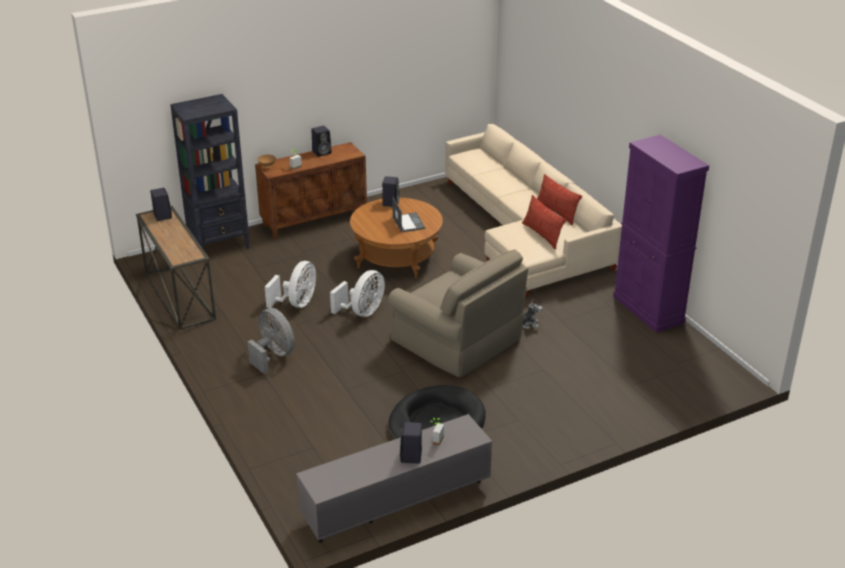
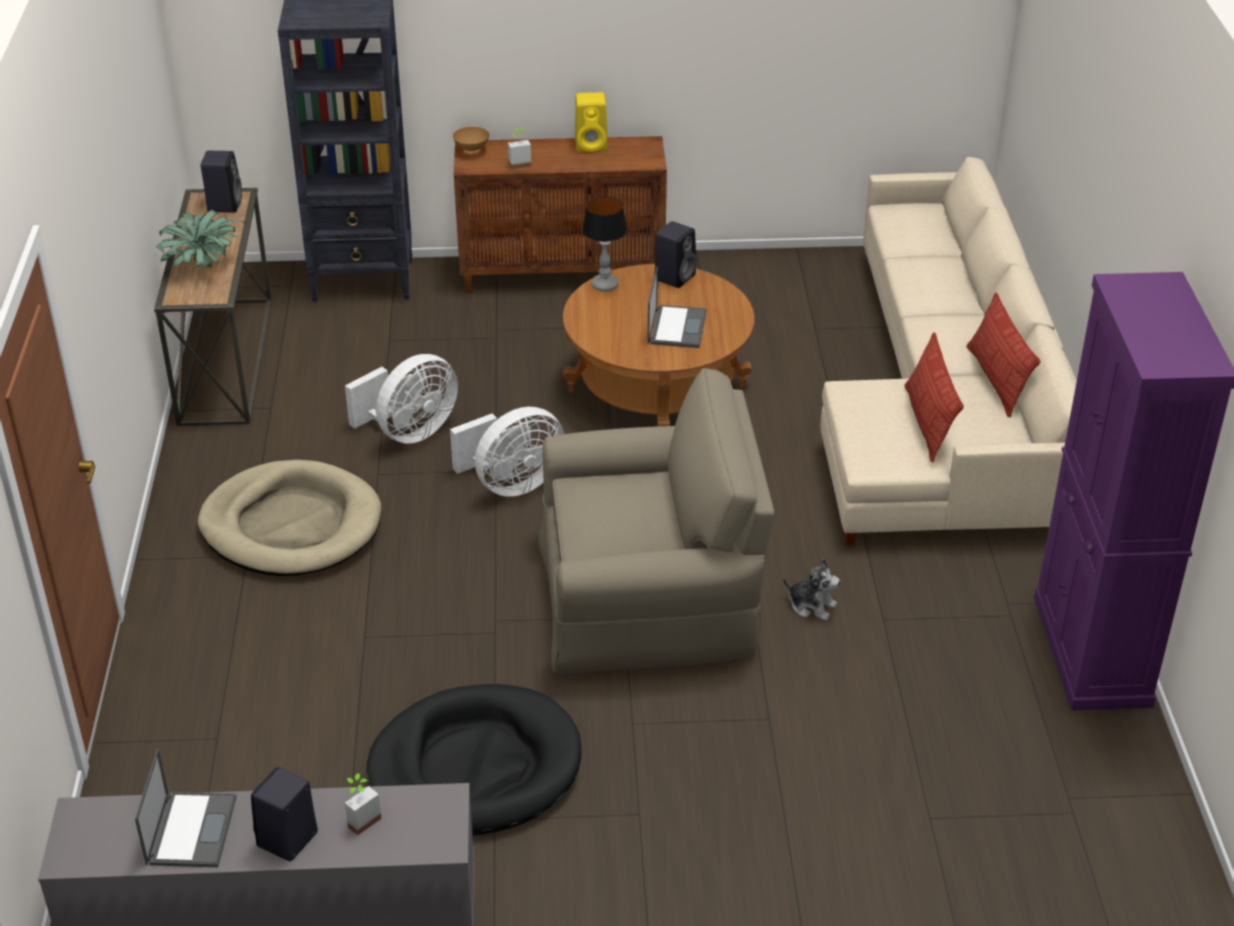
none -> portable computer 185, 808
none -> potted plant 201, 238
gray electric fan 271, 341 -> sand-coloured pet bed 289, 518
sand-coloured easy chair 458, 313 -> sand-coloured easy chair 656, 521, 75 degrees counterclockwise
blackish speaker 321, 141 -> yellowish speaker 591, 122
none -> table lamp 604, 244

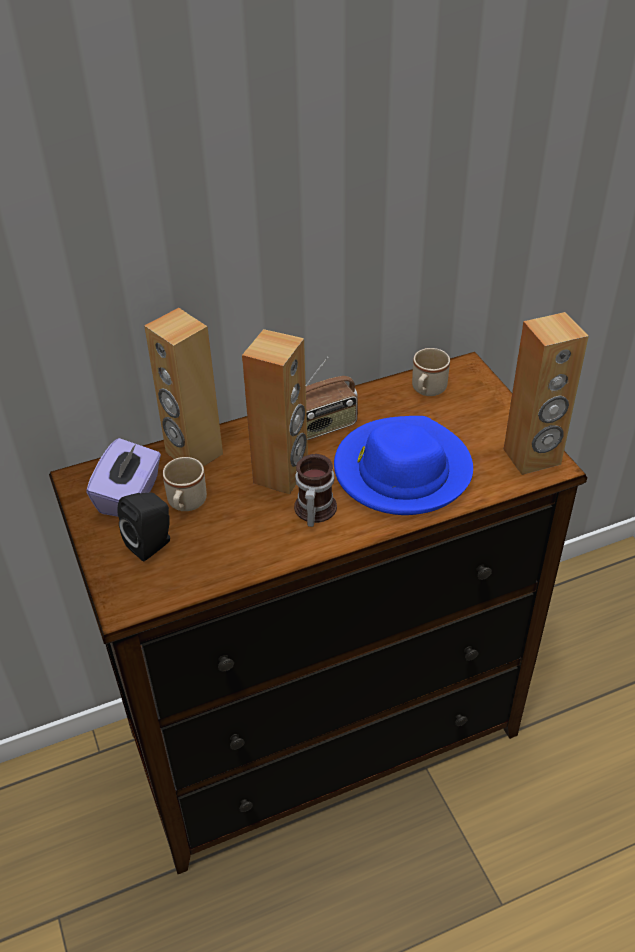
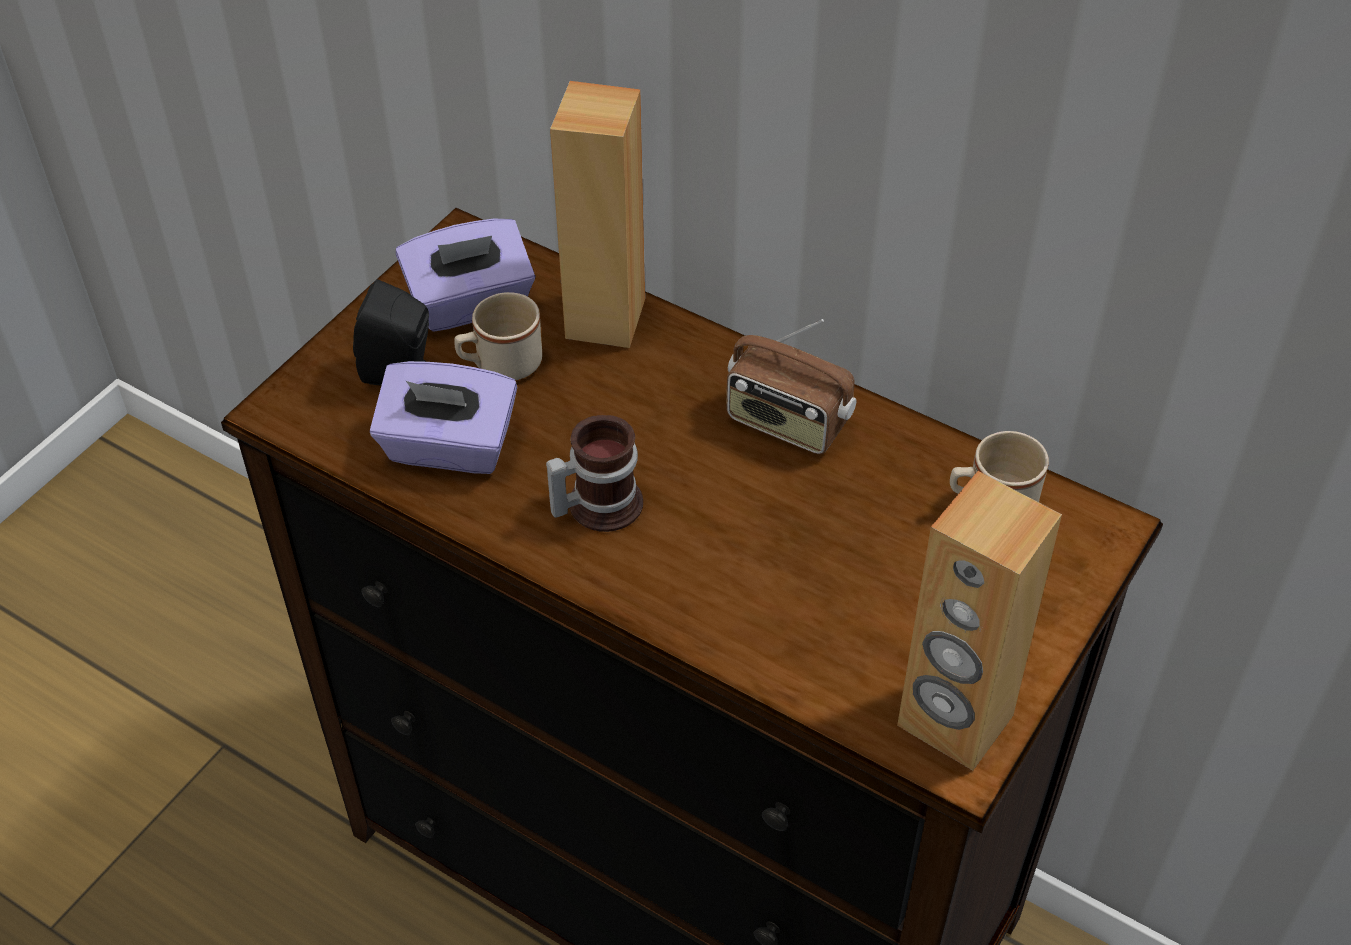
none -> purple box of tissues 443, 417
brownish speaker 275, 411 -> none
blue wearable hat 403, 465 -> none

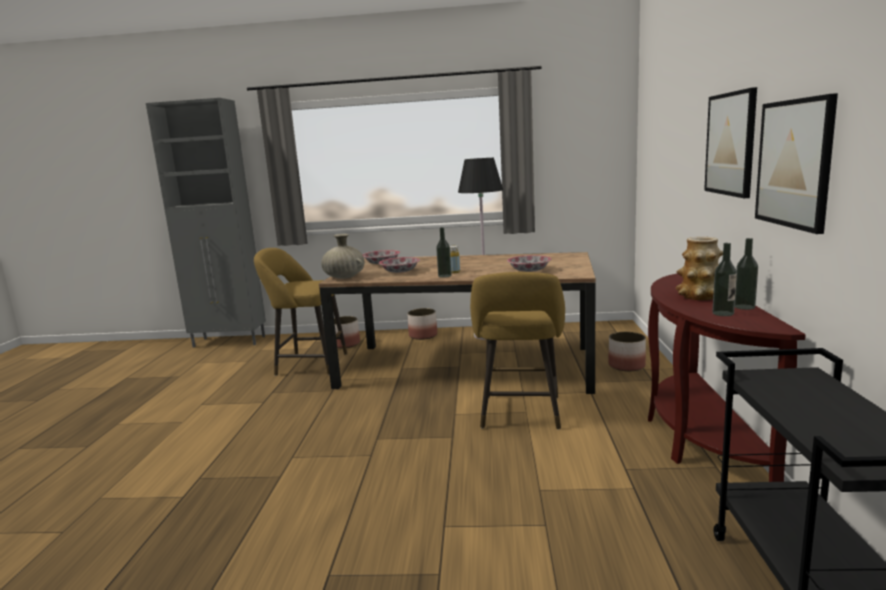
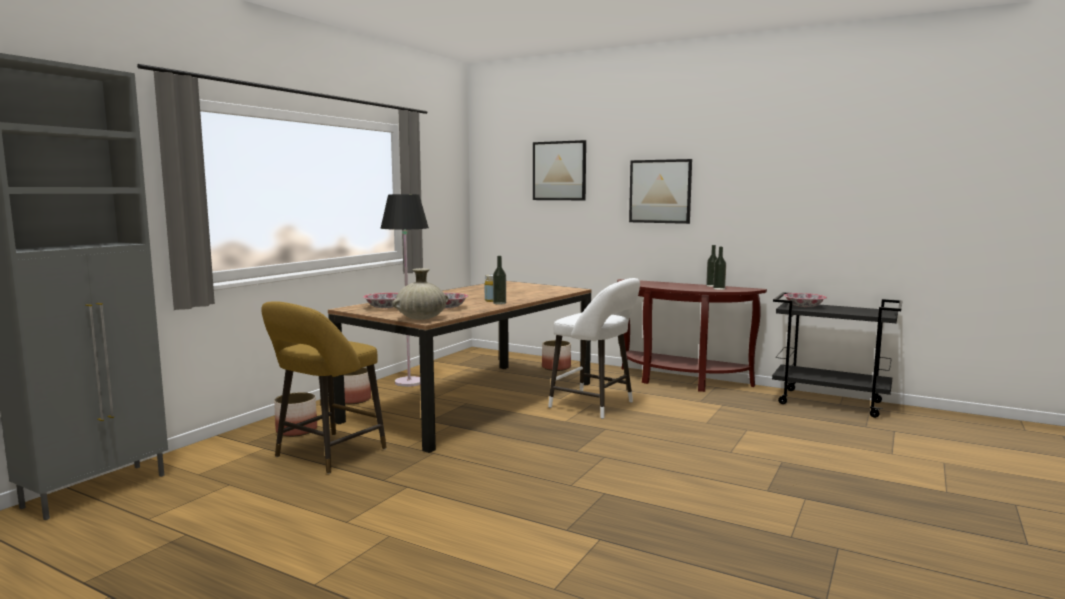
picture 796, 163 -> picture 559, 170, relocated
yellowish stool seat 517, 351 -> white stool seat 594, 348
deep dish 529, 263 -> deep dish 805, 300, relocated
decorative vase 699, 268 -> none

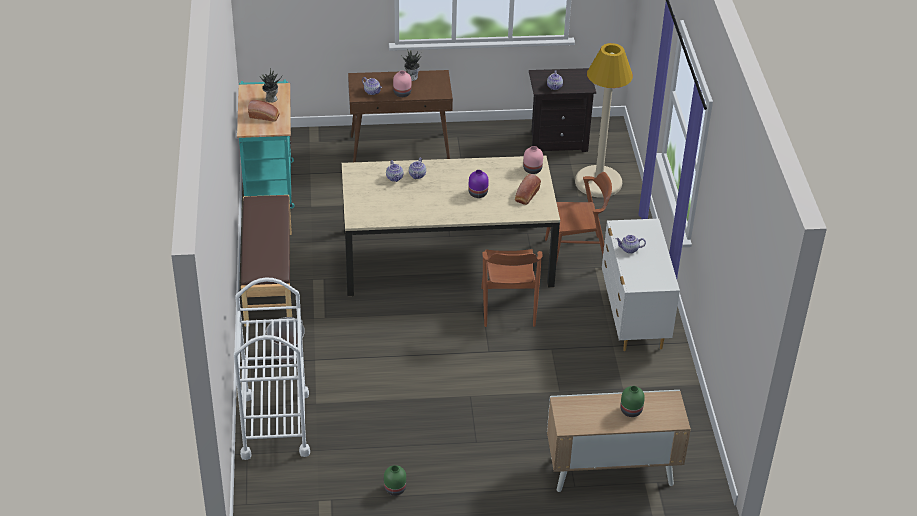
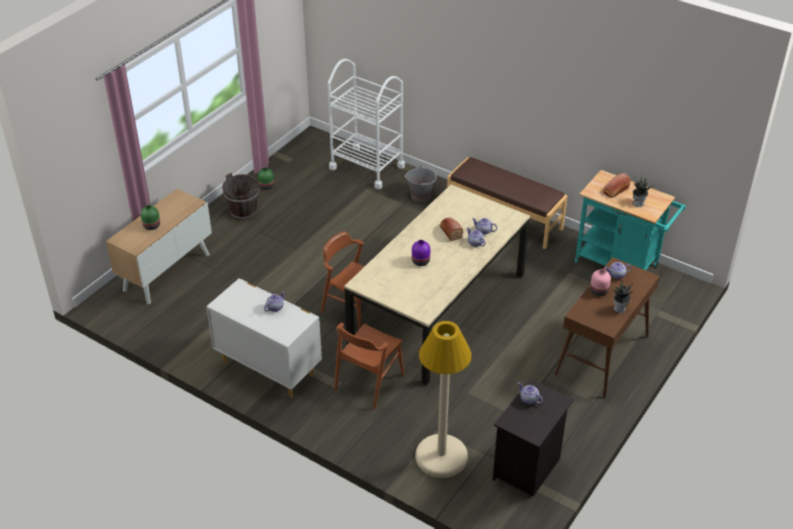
none -> brownish pail 240, 196
baked bread 528, 189 -> baked bread 451, 229, relocated
pink decorative vase 533, 160 -> none

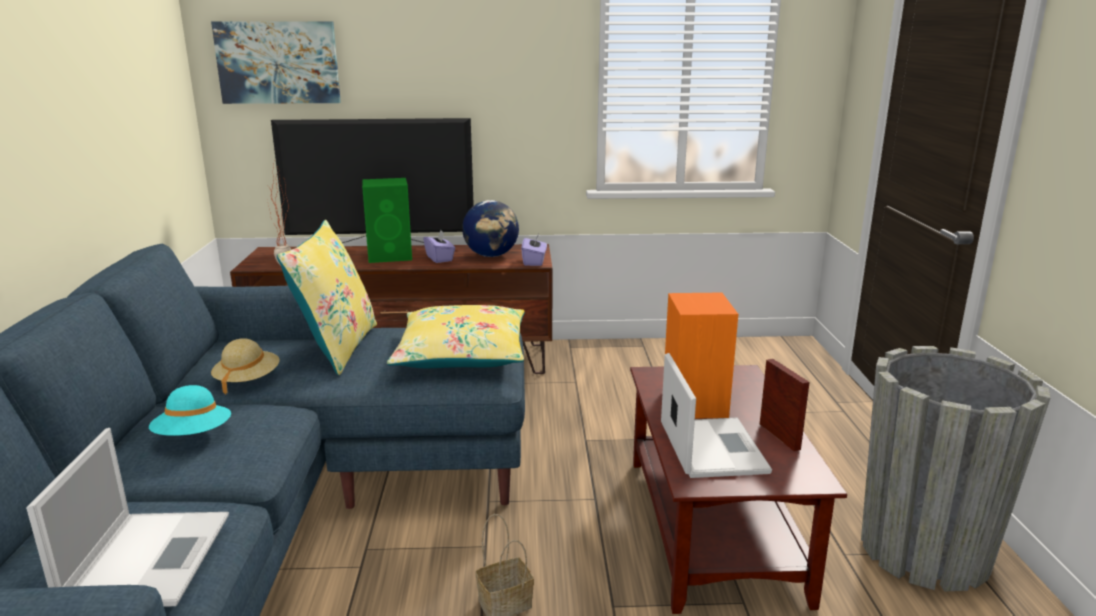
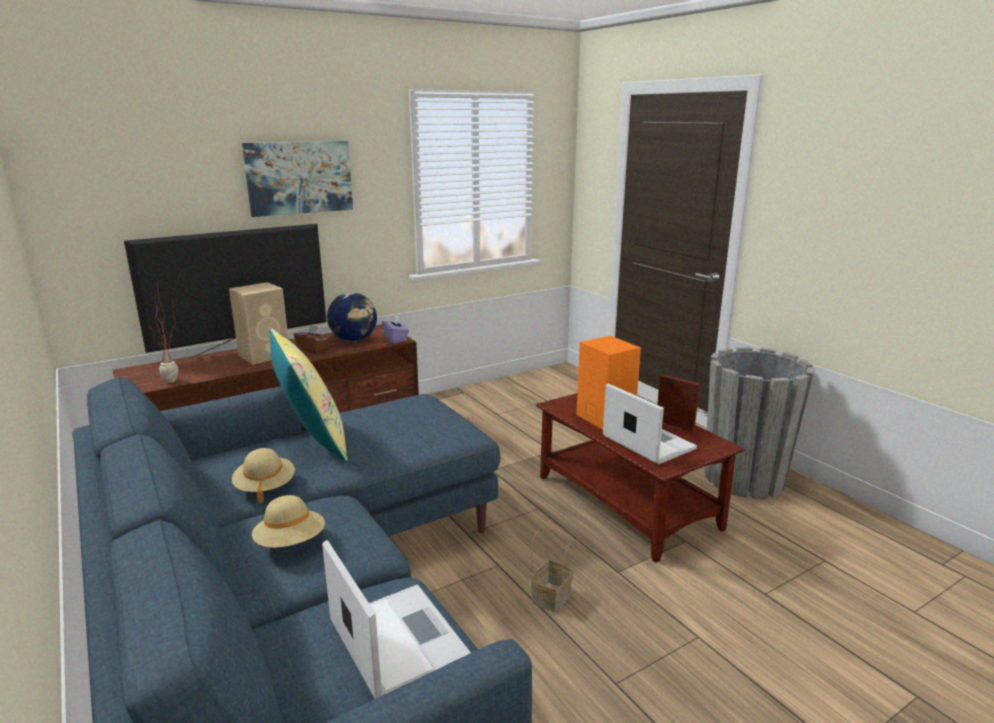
green-coloured speaker 387, 220 -> sand-coloured speaker 259, 323
picture 276, 63 -> picture 297, 179, relocated
turquoise wearable hat 190, 410 -> sand-coloured wearable hat 288, 521
purple box of tissues 439, 246 -> brownish box of tissues 312, 339
yellowish cushion 456, 336 -> none

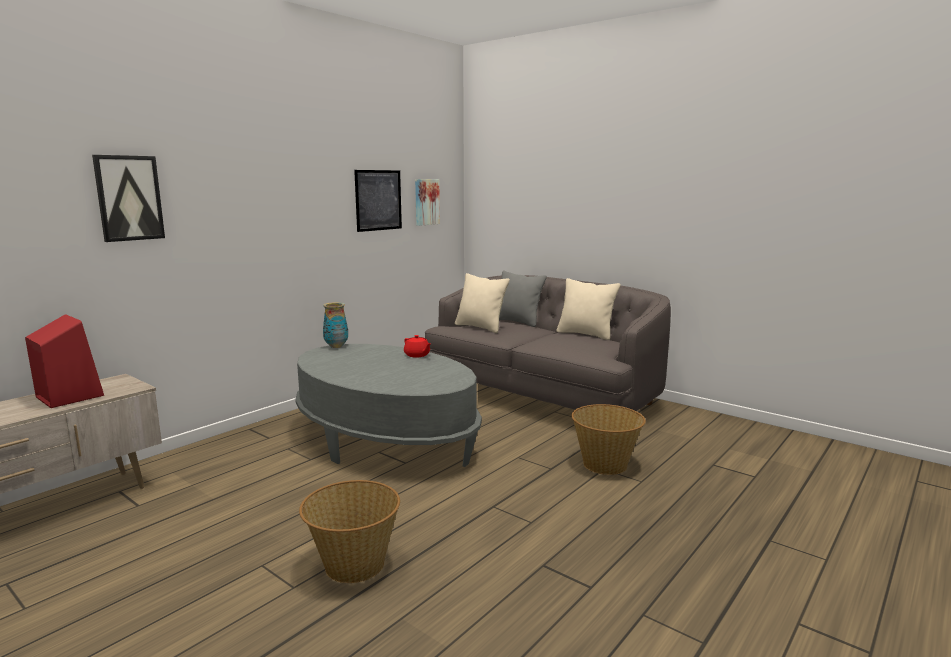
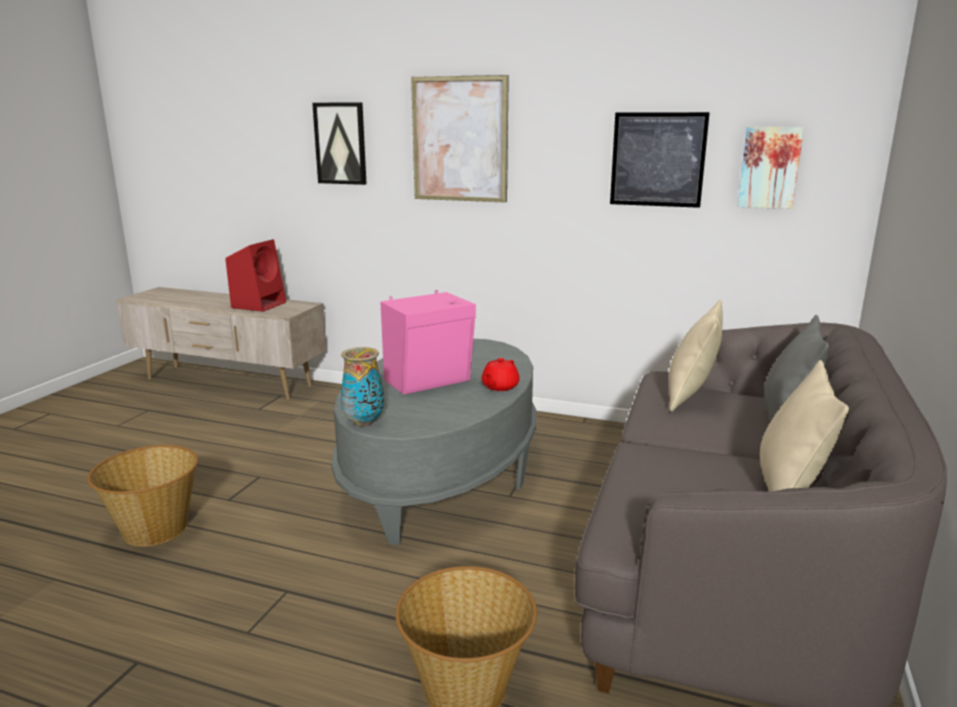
decorative vase 335, 325 -> decorative vase 362, 386, relocated
none -> pink speaker 428, 342
none -> picture 460, 139

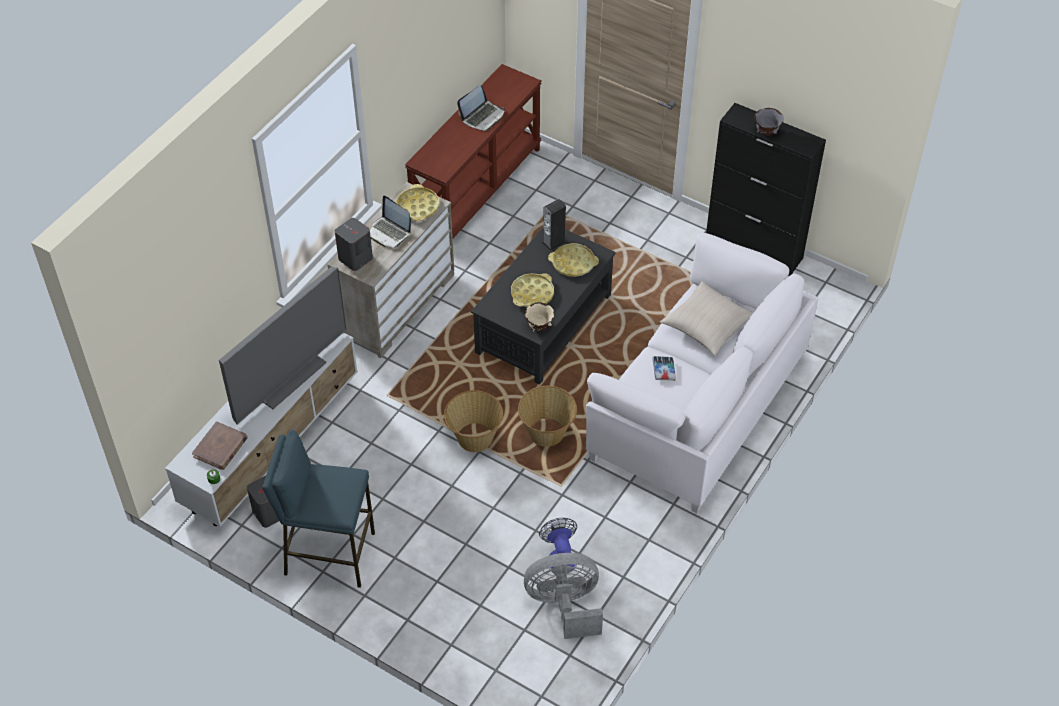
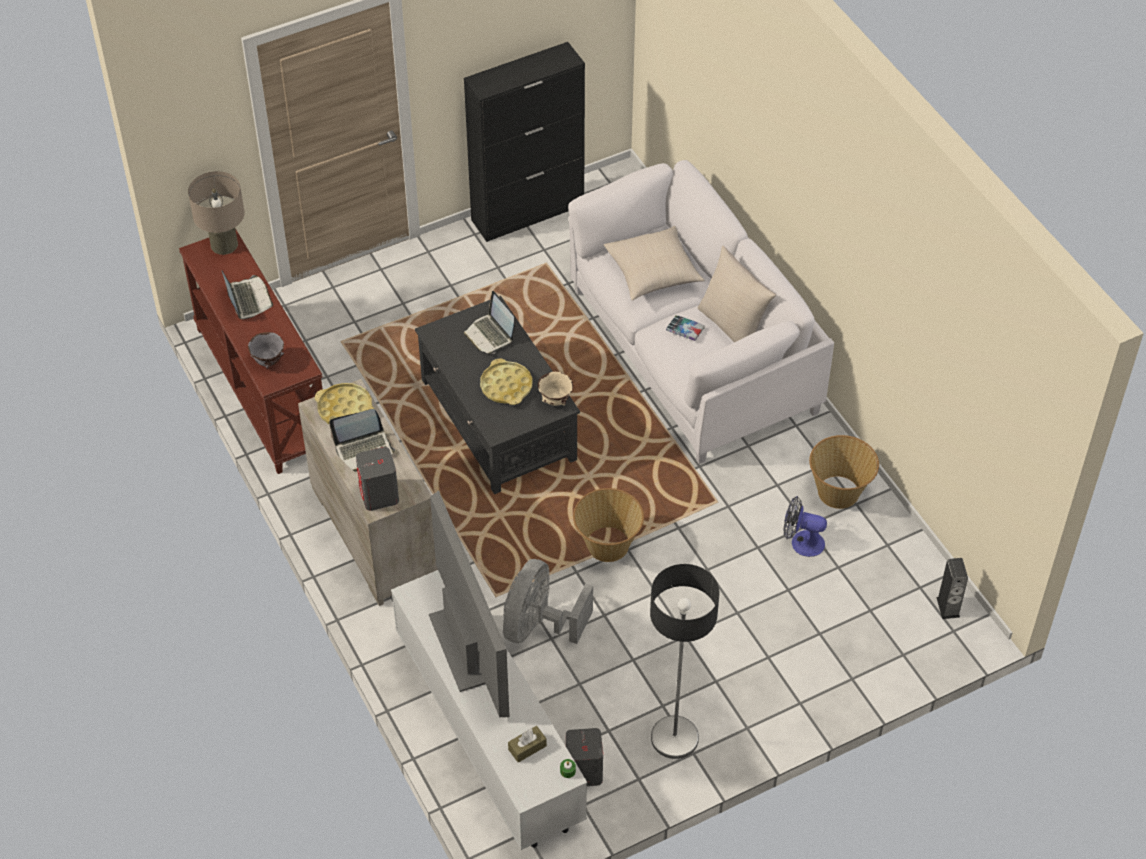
none -> sand-coloured table lamp 216, 213
gray deep dish 769, 122 -> gray deep dish 266, 350, relocated
yellowish carrying tray 573, 260 -> portable computer 489, 322
gray electric fan 563, 596 -> gray electric fan 548, 601, relocated
brownish volume 220, 445 -> brownish box of tissues 527, 744
blue stool seat 318, 508 -> floor lamp 685, 661
none -> sand-coloured cushion 737, 294
basket 547, 416 -> basket 844, 472, relocated
speaker 554, 225 -> speaker 952, 588, relocated

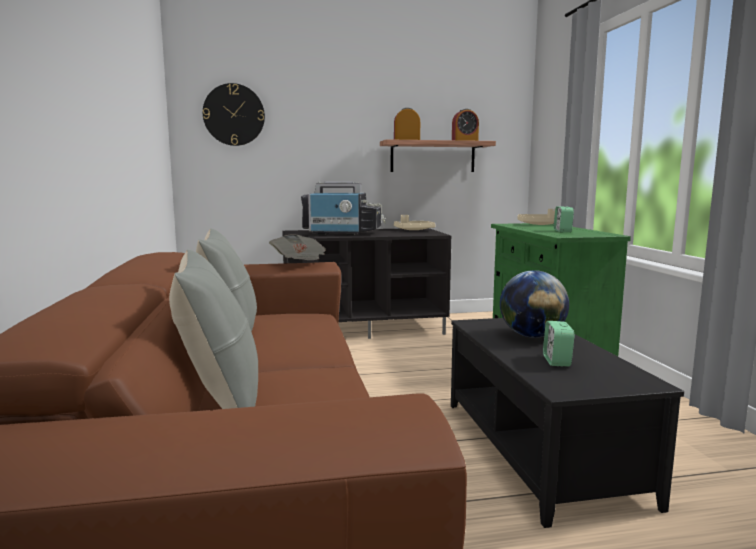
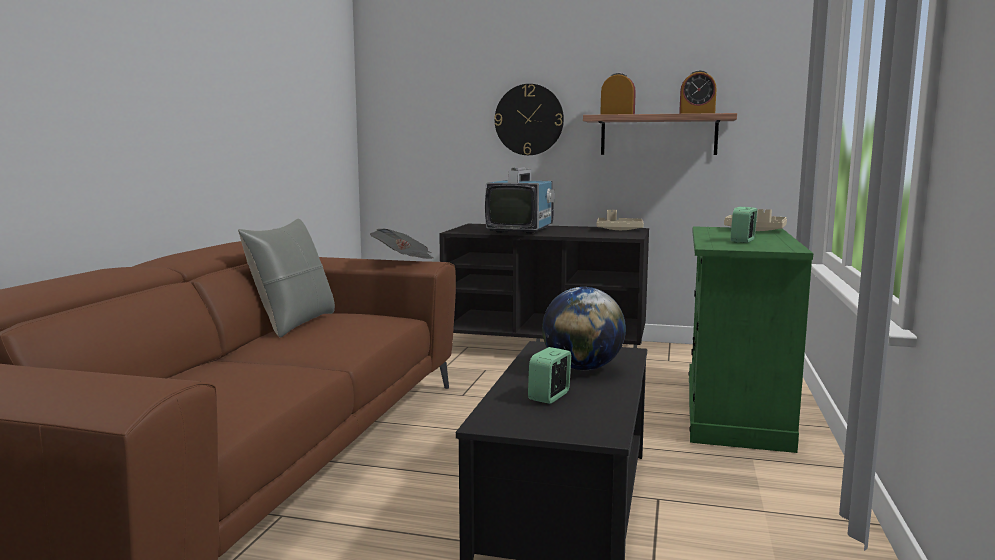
TV 343, 208 -> TV 520, 200, 105 degrees counterclockwise
clock on the wall 234, 114 -> clock on the wall 529, 119, relocated
gray cushion 213, 329 -> none

